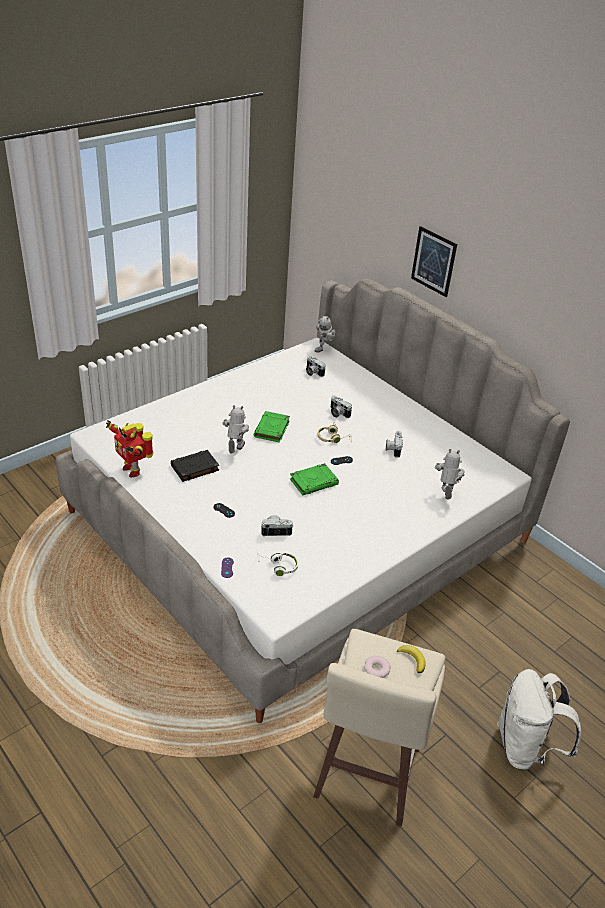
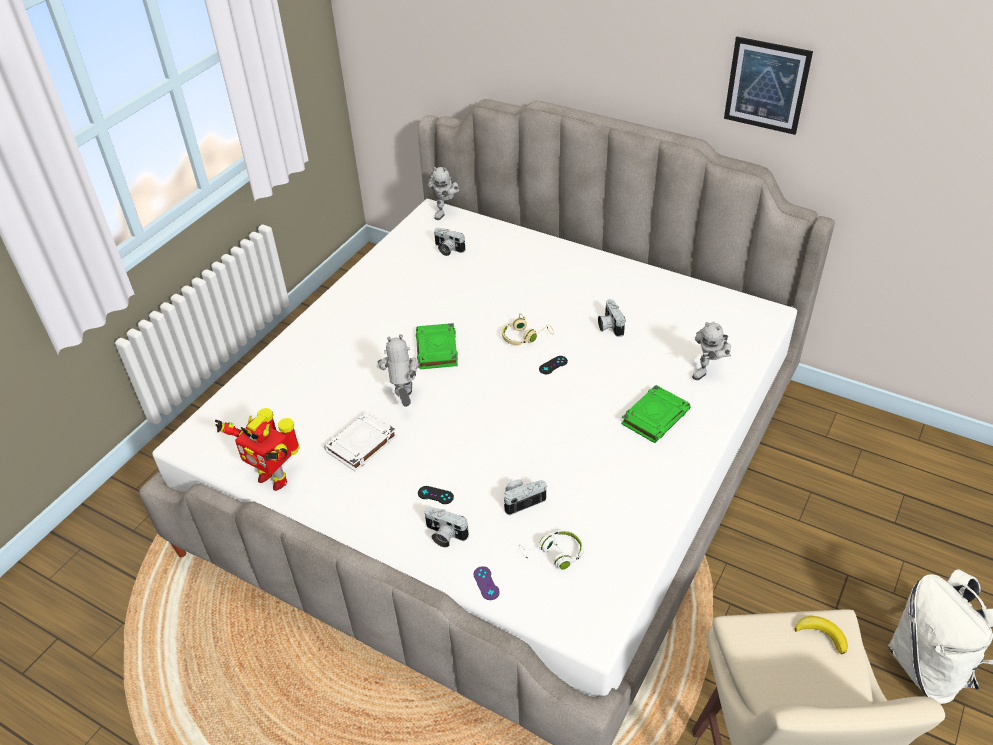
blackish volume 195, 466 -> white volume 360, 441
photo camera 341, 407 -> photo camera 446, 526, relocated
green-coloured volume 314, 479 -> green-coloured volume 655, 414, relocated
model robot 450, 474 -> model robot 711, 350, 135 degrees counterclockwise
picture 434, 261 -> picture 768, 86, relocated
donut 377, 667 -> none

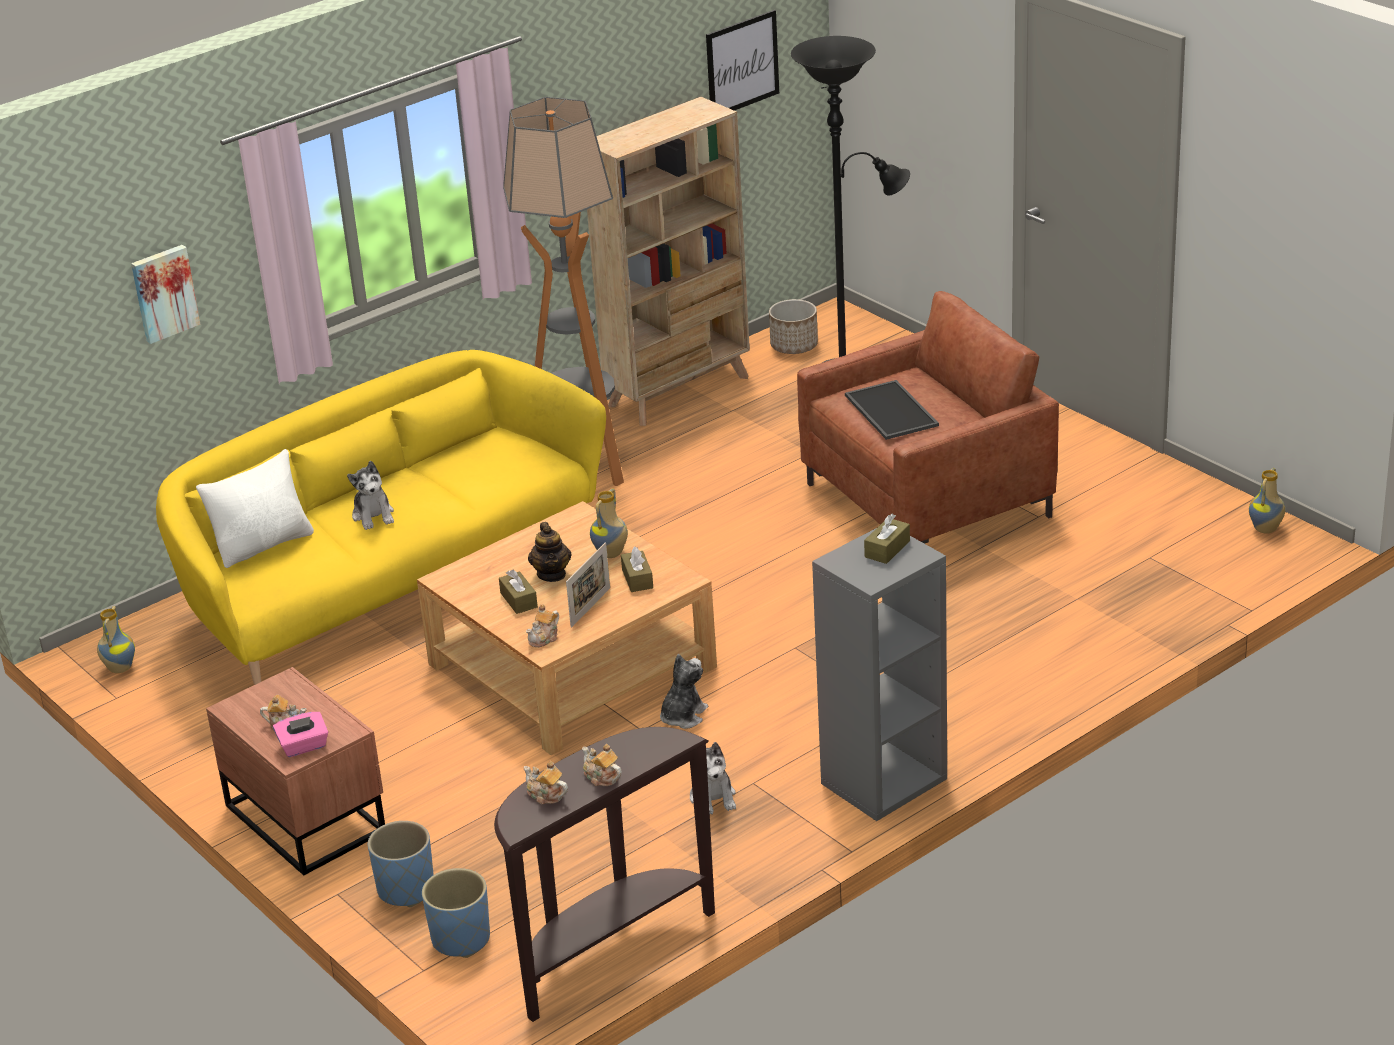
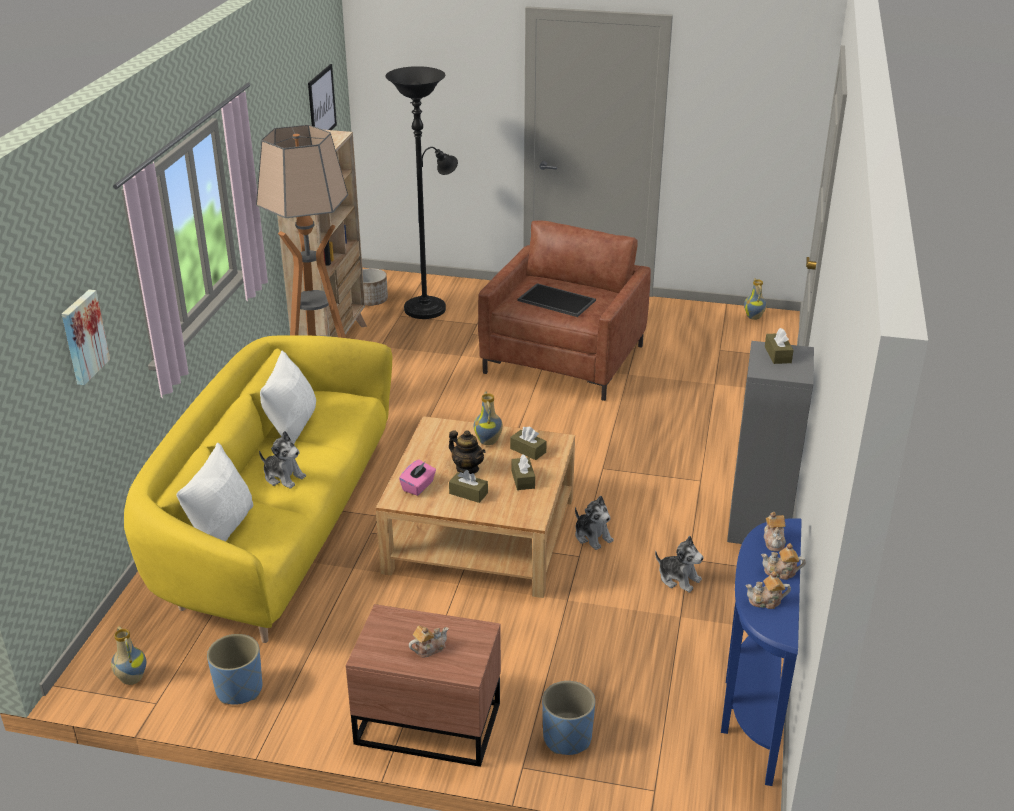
blue planter 456, 913 -> blue planter 234, 669, relocated
none -> white cushion 288, 397
pink box of tissues 300, 734 -> pink box of tissues 417, 478, relocated
picture frame 588, 585 -> brownish box of tissues 523, 472
cuddly toy 684, 691 -> cuddly toy 594, 523, 150 degrees clockwise
brownish console table 604, 874 -> blue console table 761, 652
teapot 542, 625 -> teapot 775, 531, relocated

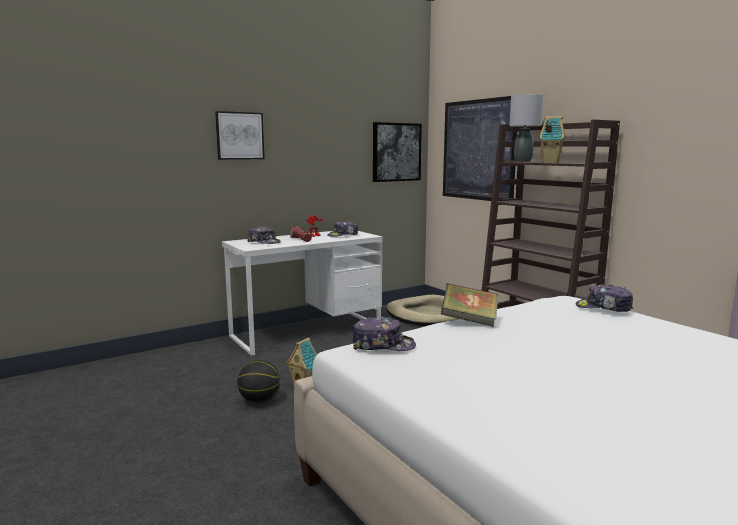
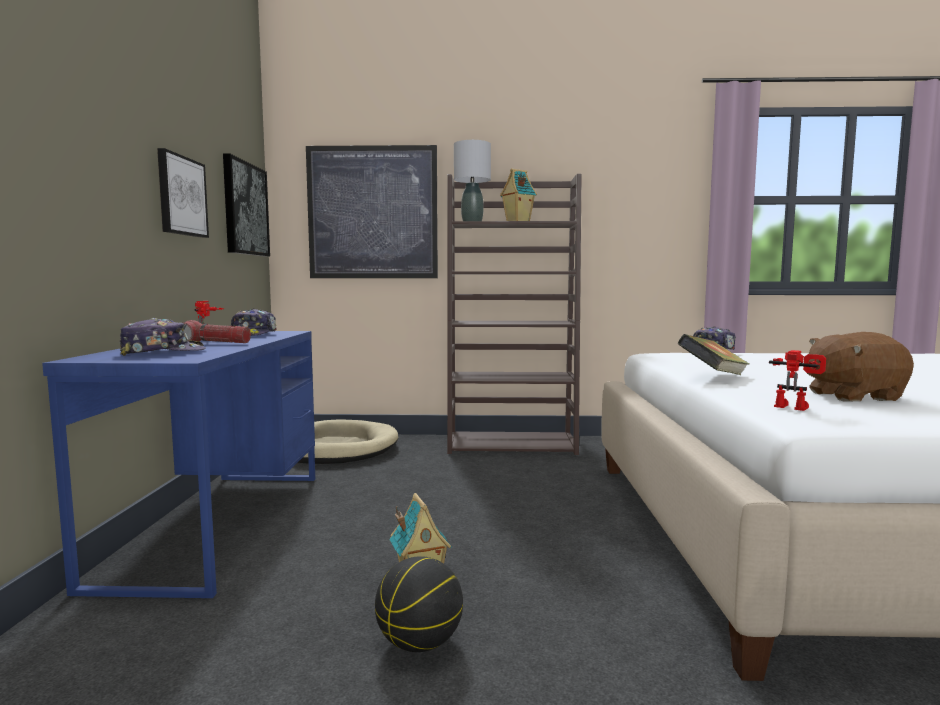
white desk 302, 293 -> blue desk 178, 464
picture 240, 135 -> picture 183, 193, relocated
baseball cap 384, 334 -> model robot 797, 380
none -> brownish cuddly toy 860, 367

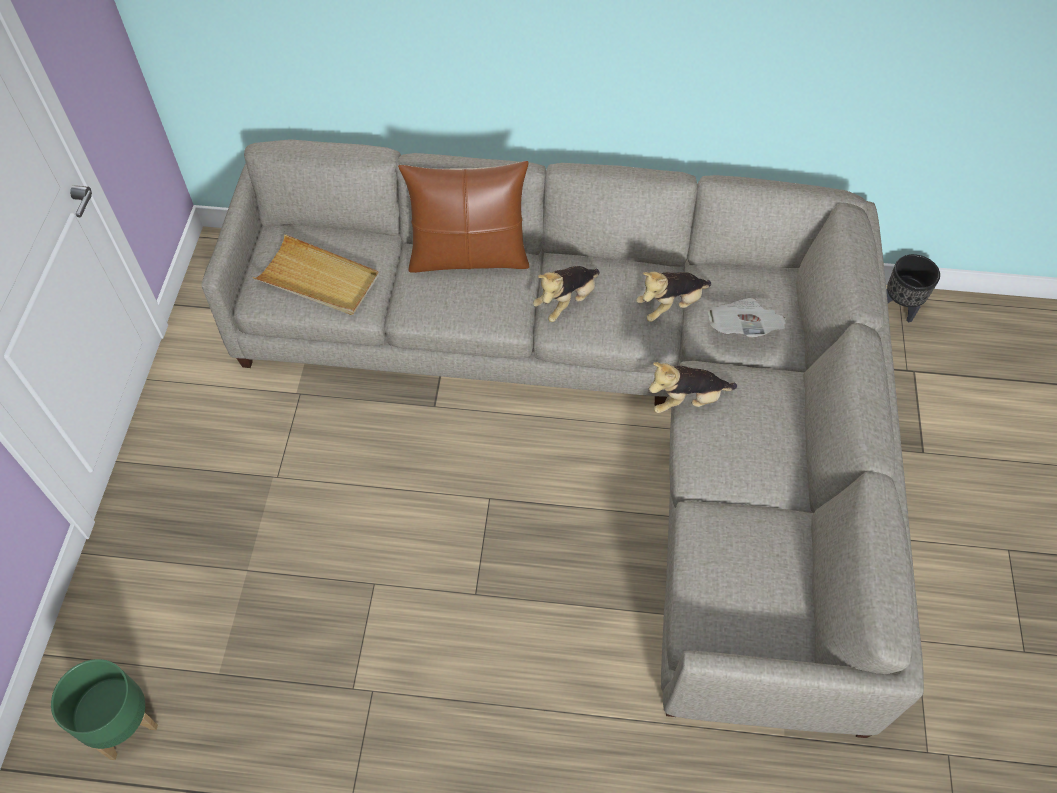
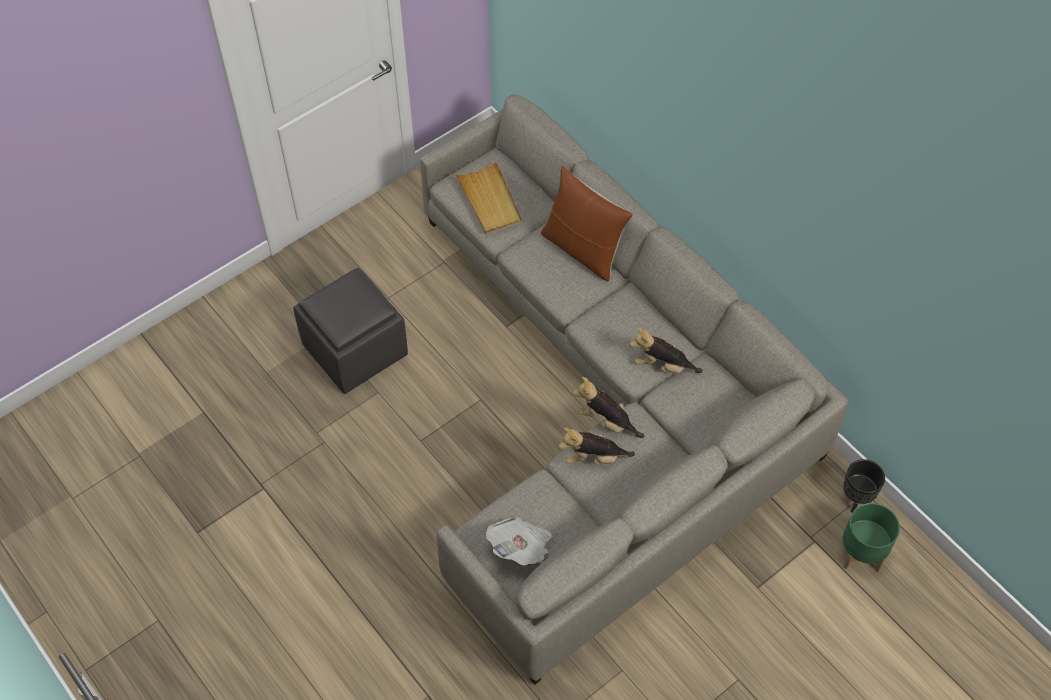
none -> gray ottoman 350, 331
newspaper 747, 318 -> newspaper 519, 541, relocated
cuddly toy 566, 294 -> cuddly toy 597, 446, relocated
green-coloured planter 104, 709 -> green-coloured planter 871, 537, relocated

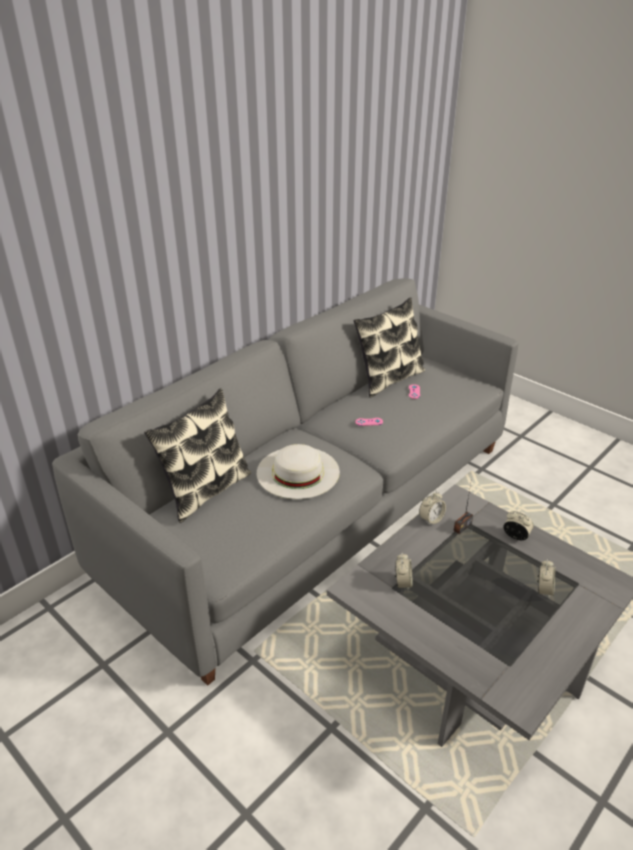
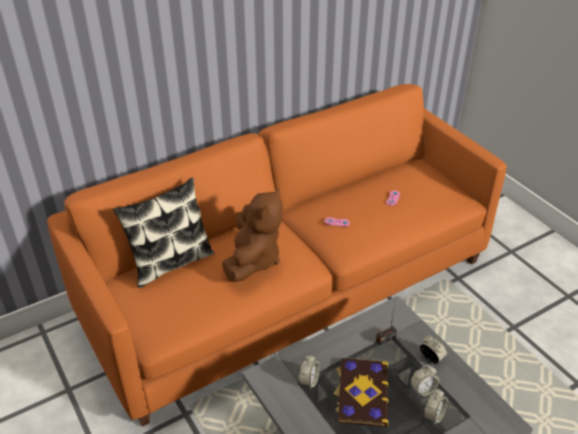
gray settee 285, 482 -> orange settee 277, 255
white wearable hat 298, 471 -> brownish cuddly toy 252, 235
none -> volume 361, 392
bedside clock 432, 507 -> bedside clock 424, 380, relocated
cushion 389, 347 -> none

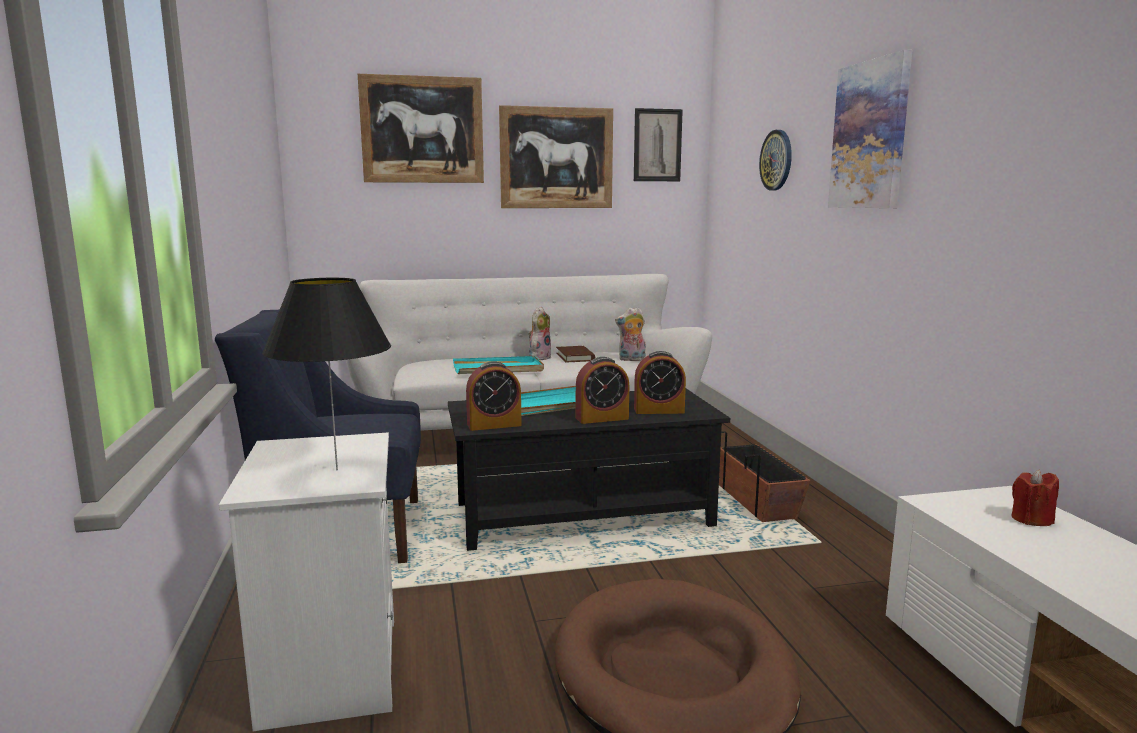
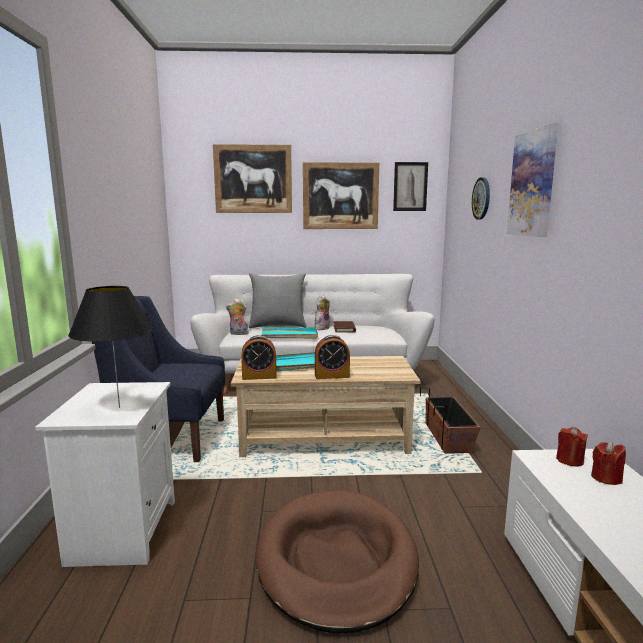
cuddly toy 630, 334 -> cuddly toy 237, 317, relocated
blackish lounge table 589, 470 -> sand-coloured lounge table 326, 406
none -> gray cushion 278, 300
none -> reddish wax light 572, 447
bedside clock 660, 382 -> none

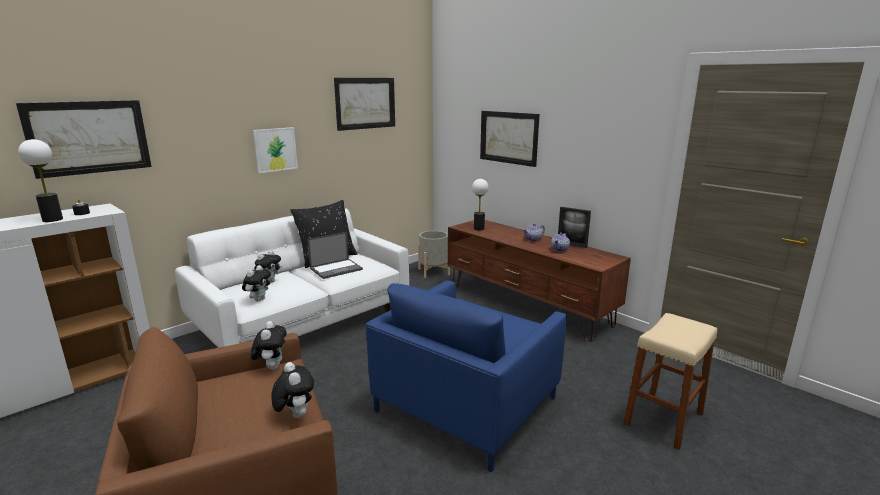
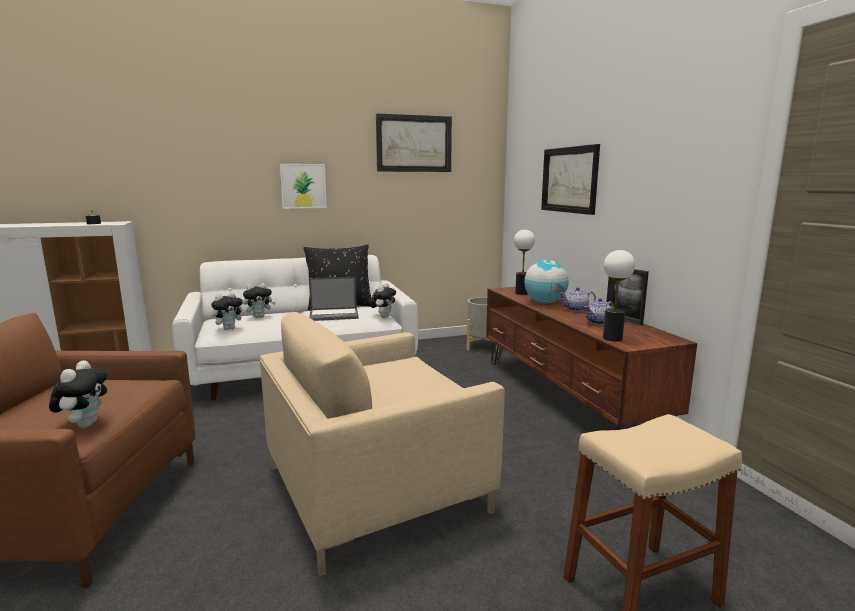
blue easy chair 466, 376 -> sand-coloured easy chair 382, 444
cuddly toy 269, 345 -> cuddly toy 383, 300, relocated
none -> world globe 546, 281
table lamp 40, 180 -> table lamp 619, 295, relocated
picture 84, 139 -> none

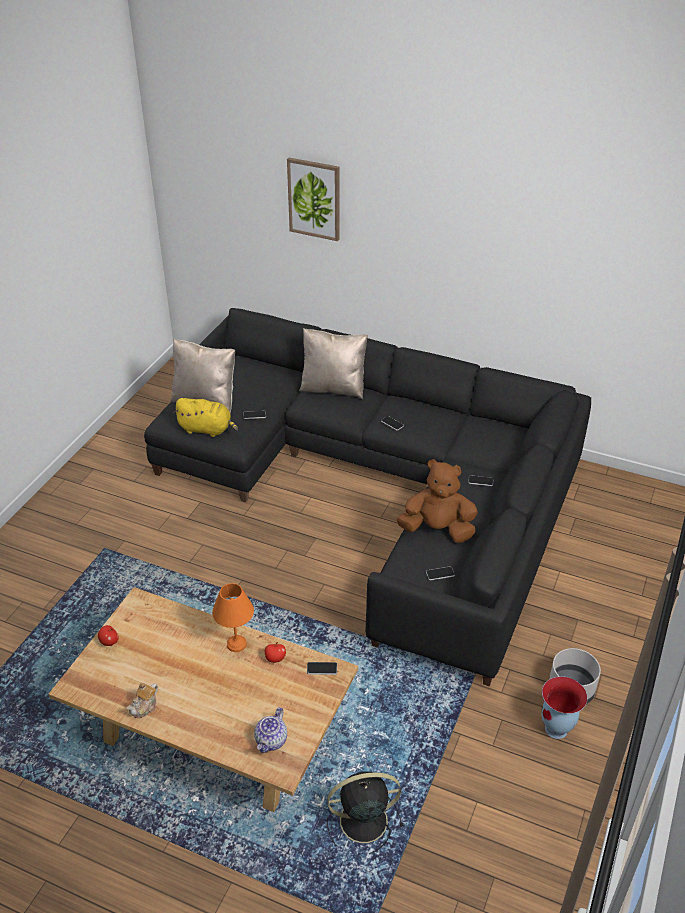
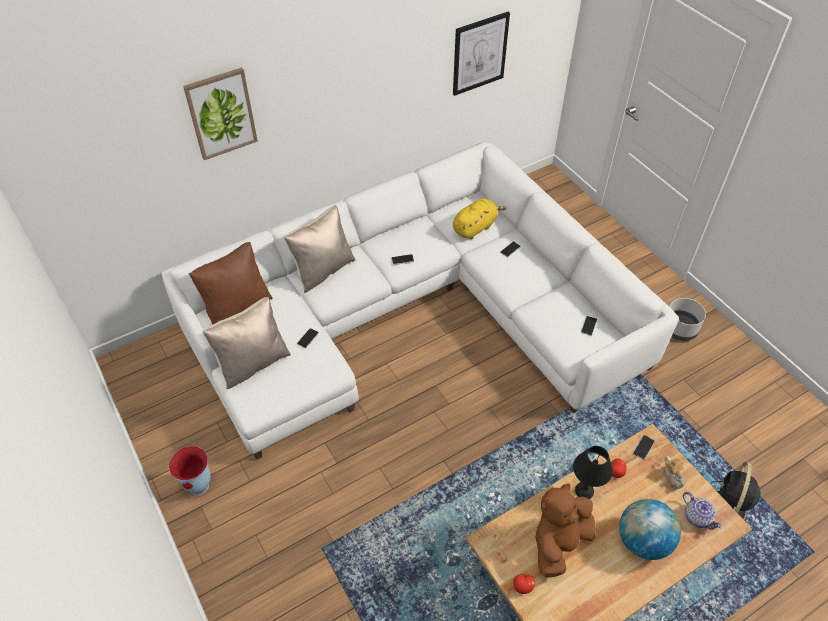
blackish settee 367, 497 -> white settee 420, 301
decorative vase 564, 707 -> decorative vase 190, 470, relocated
none -> brownish cushion 231, 283
none -> picture 481, 54
yellowish cuddly toy 205, 417 -> yellowish cuddly toy 480, 218, relocated
brownish cuddly toy 437, 501 -> brownish cuddly toy 565, 530, relocated
orange table lamp 233, 617 -> blackish table lamp 593, 472
none -> world globe 650, 529
teapot 142, 700 -> teapot 674, 472, relocated

